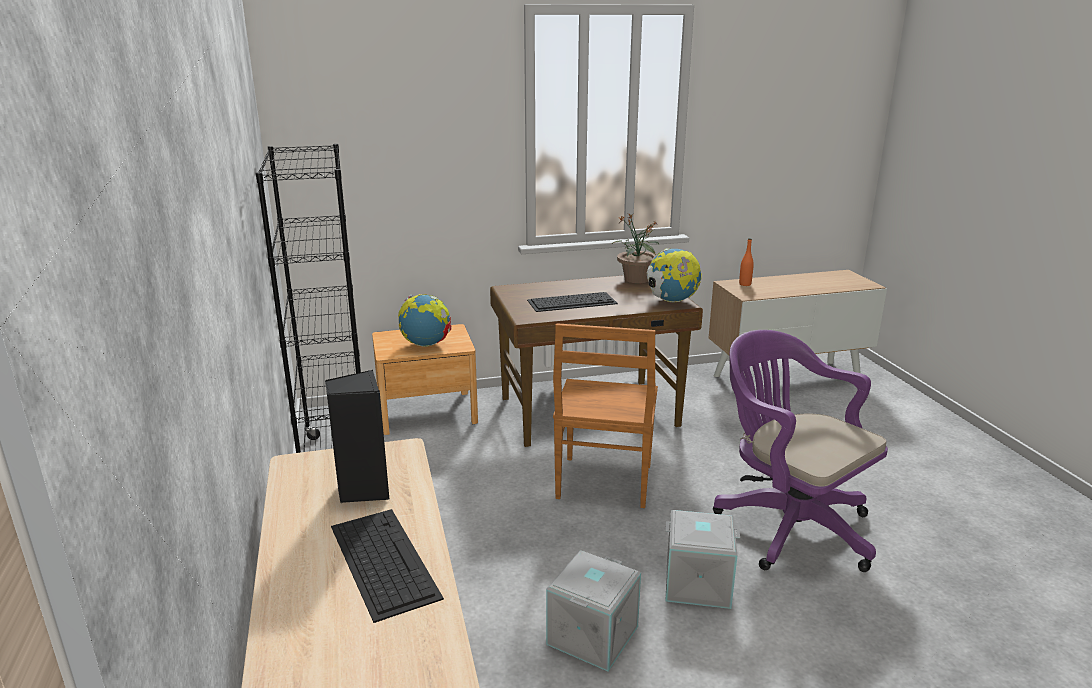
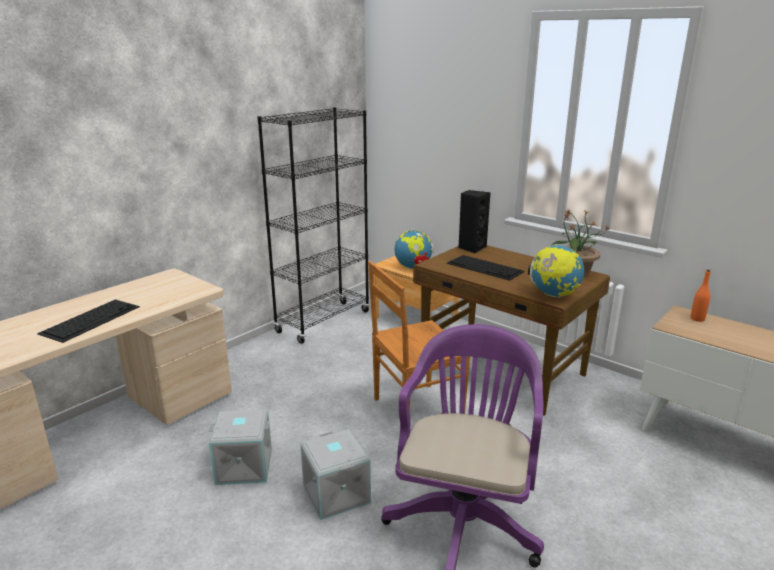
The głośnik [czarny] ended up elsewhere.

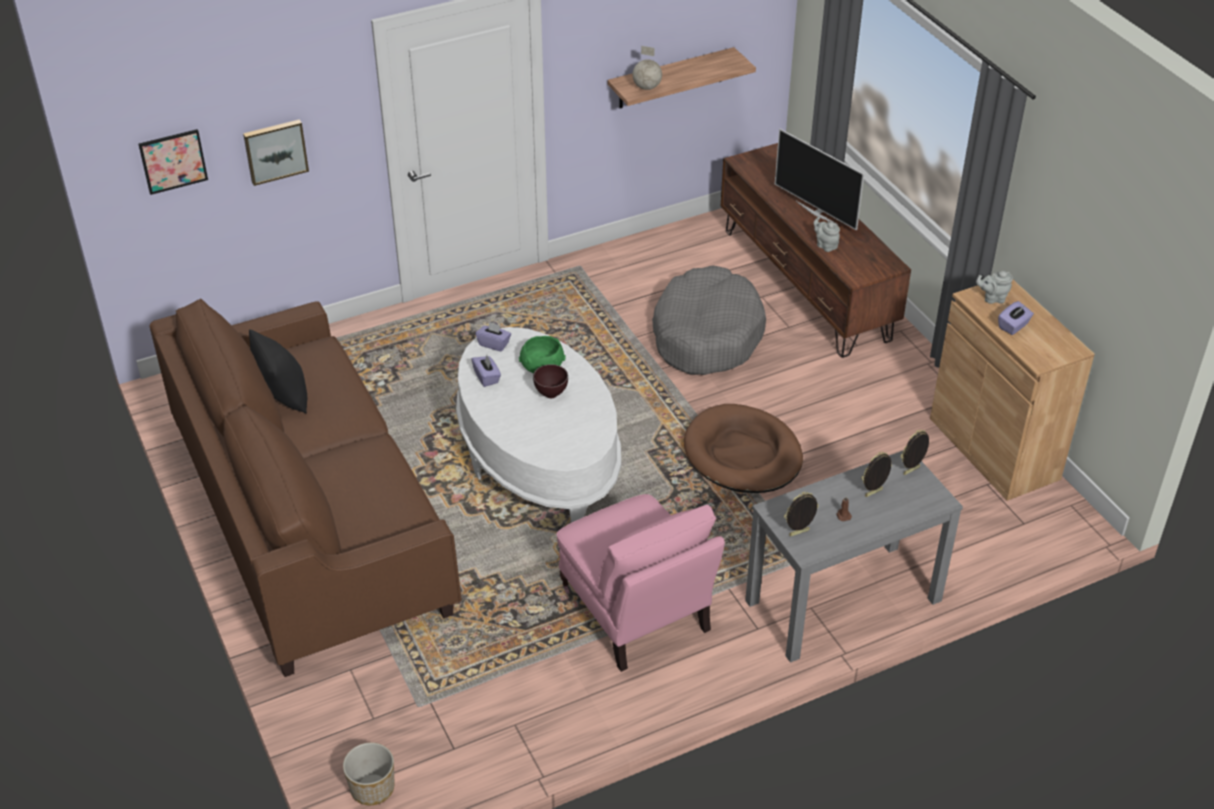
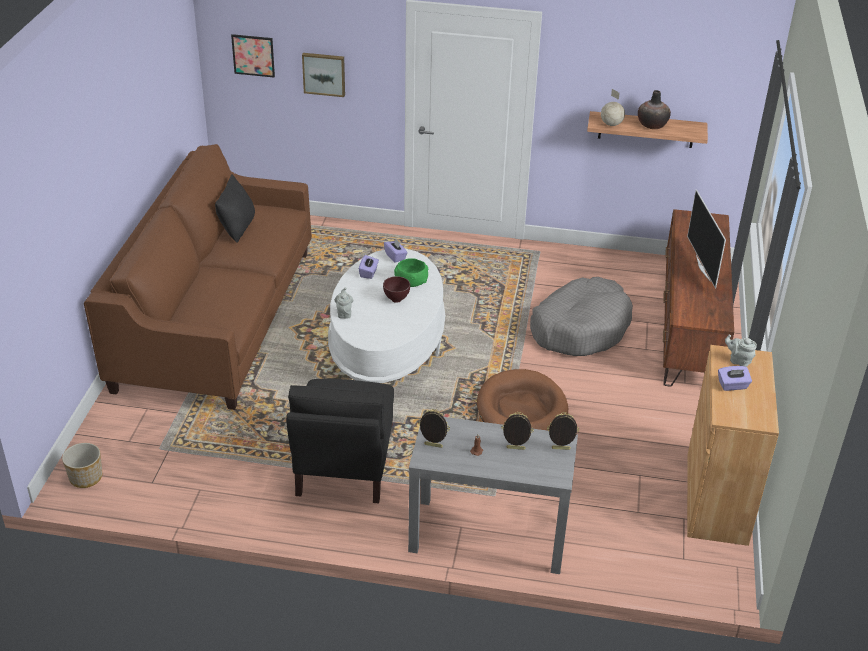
The imbryk [szary] (no. 1 from left) ended up elsewhere.
What was the fotel [różowy] turned into the fotel [czarny].
The second view gained the wazon.

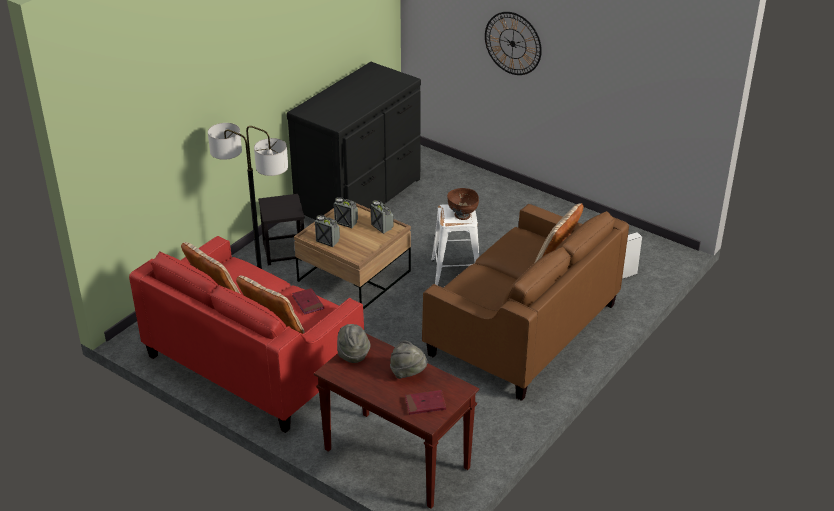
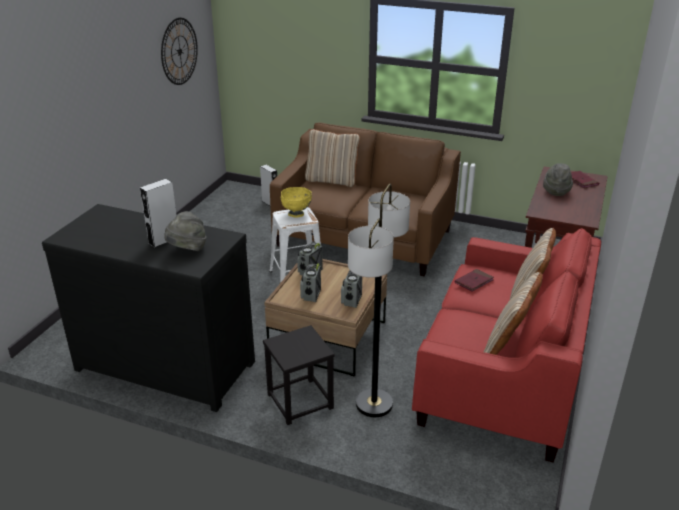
The zegar ścienny ended up elsewhere.
What was the miska [brązowy] turned into the miska [żółty].
The kapelusz [szary] (no. 1 from left) ended up elsewhere.
The second view gained the głośnik [szary] (no. 1 from left).

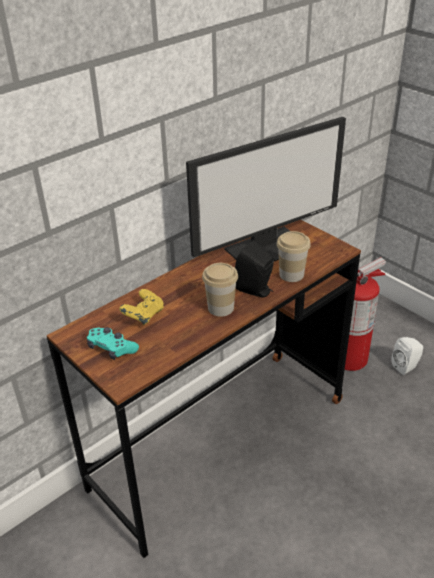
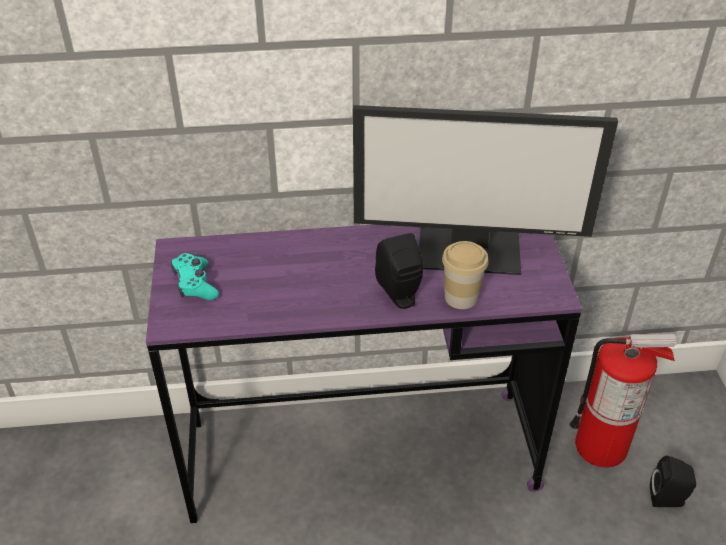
What was the biurko [brązowy] turned into the biurko [fioletowy].
The second view lost the filiżanka (no. 1 from left).
The second view lost the pad do gier [żółty].
What was the głośnik [biały] turned into the głośnik [czarny] (no. 2 from left).

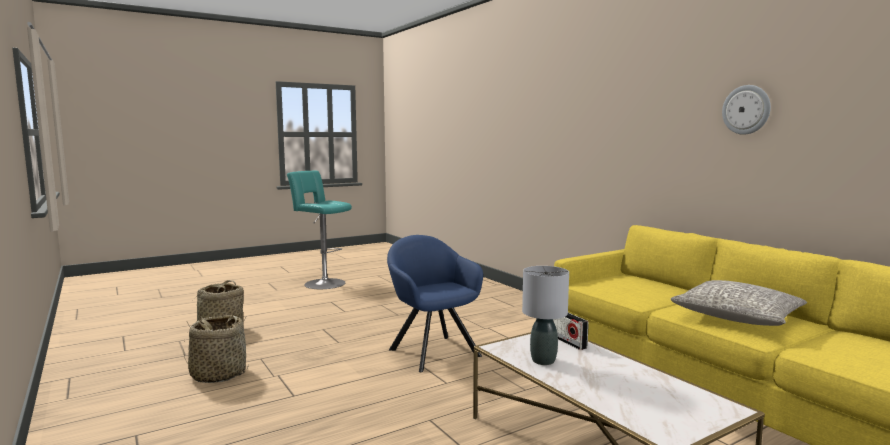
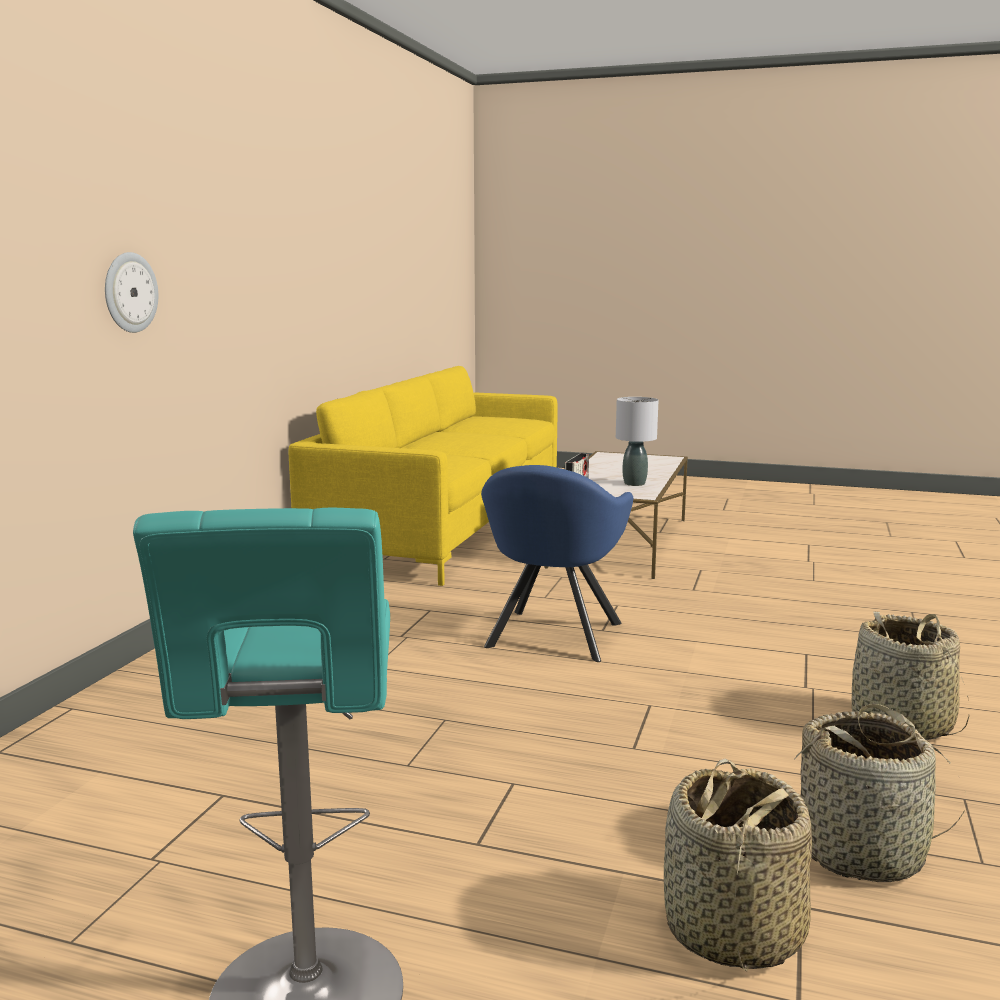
The zegar ścienny ended up elsewhere.
The second view lost the poduszka [szary].
The second view gained the koszyk (no. 1 from left).

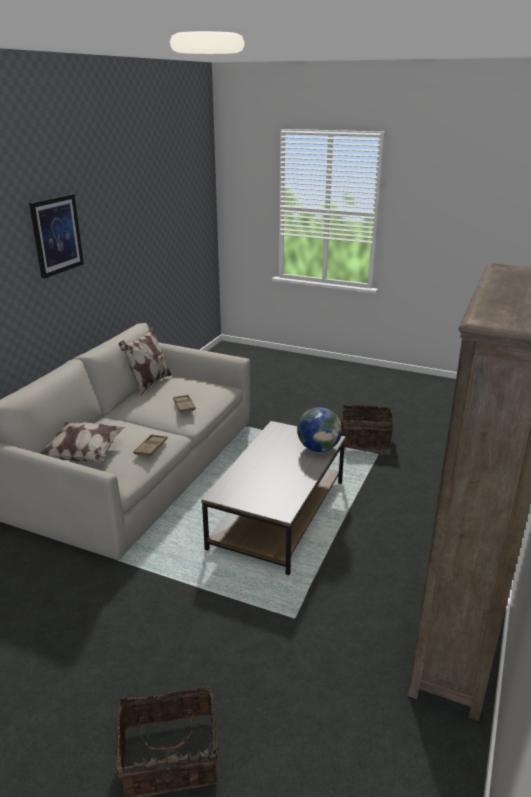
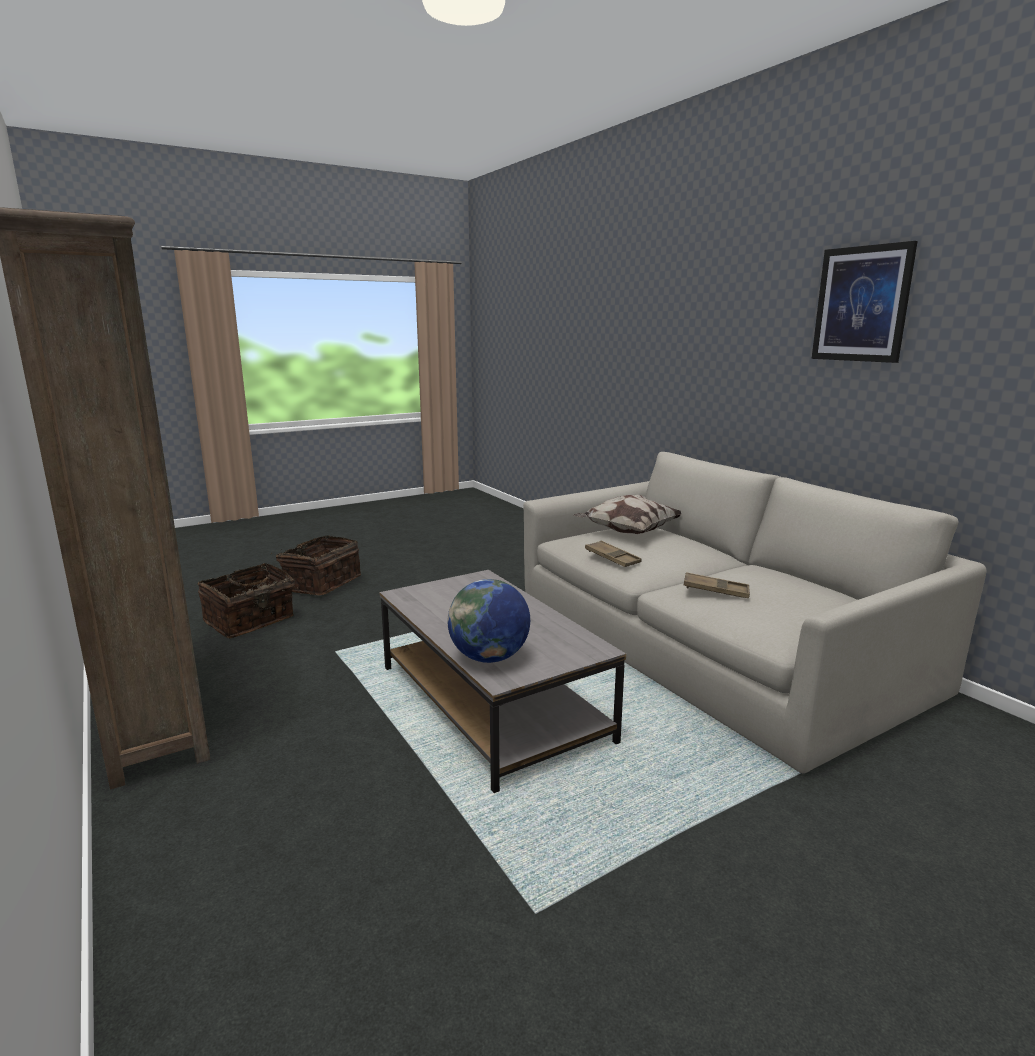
The second view lost the poduszka (no. 2 from left).
The koszyk (no. 2 from left in the first image) ended up elsewhere.

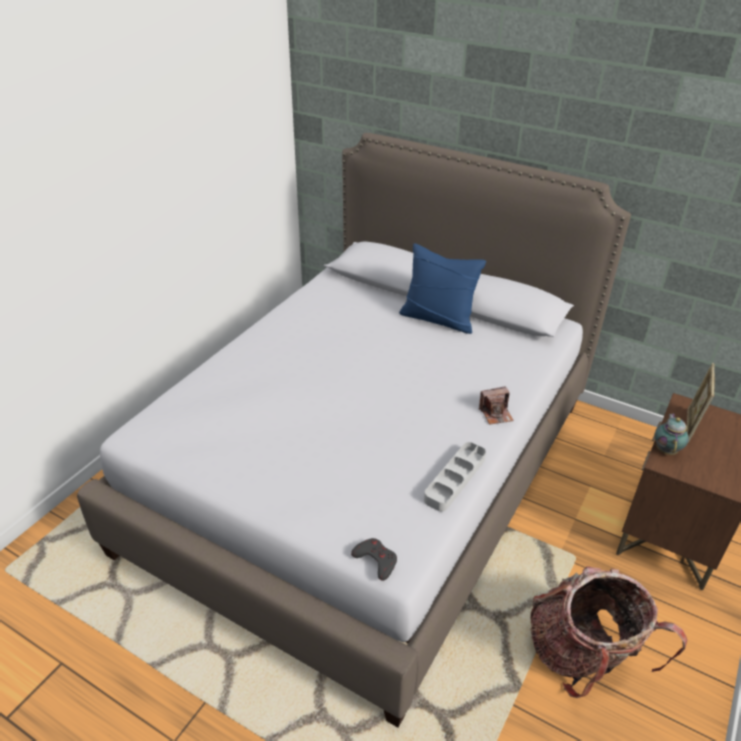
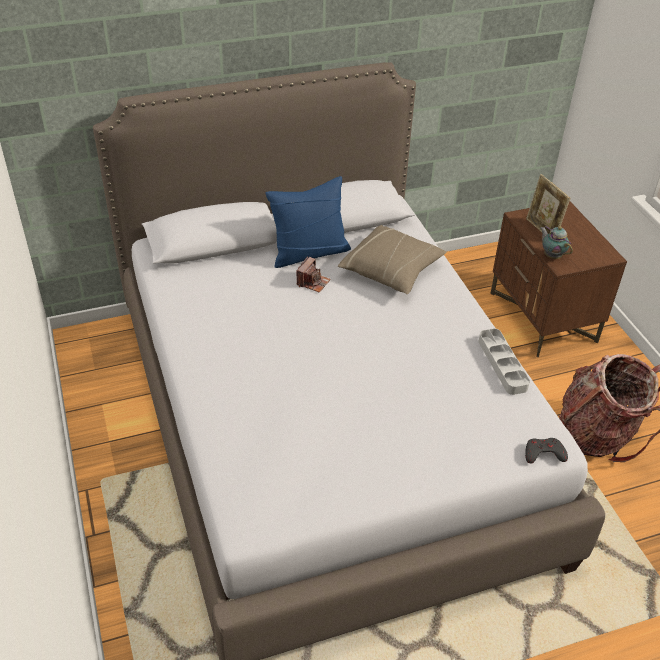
The aparat fotograficzny ended up elsewhere.
The second view gained the poduszka [beżowy].

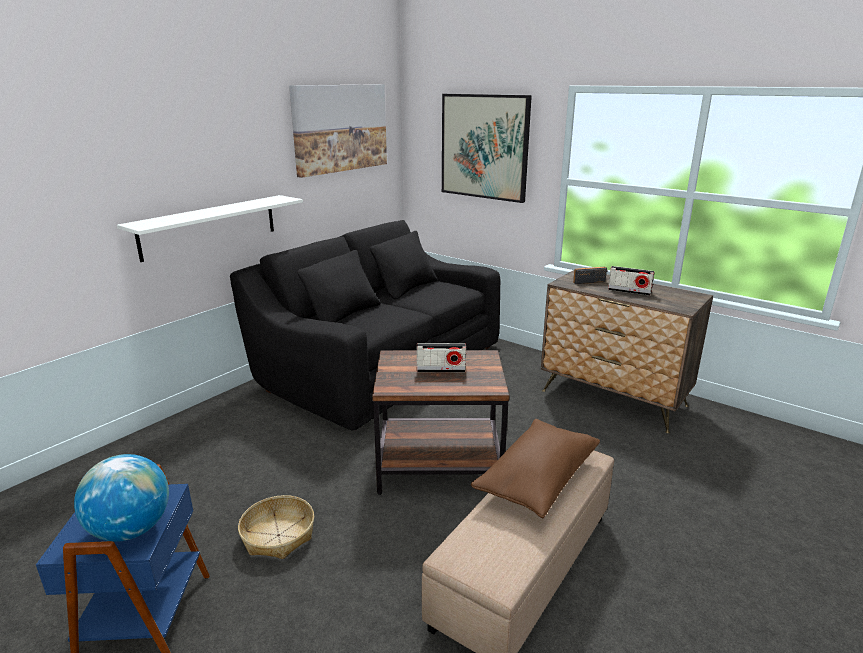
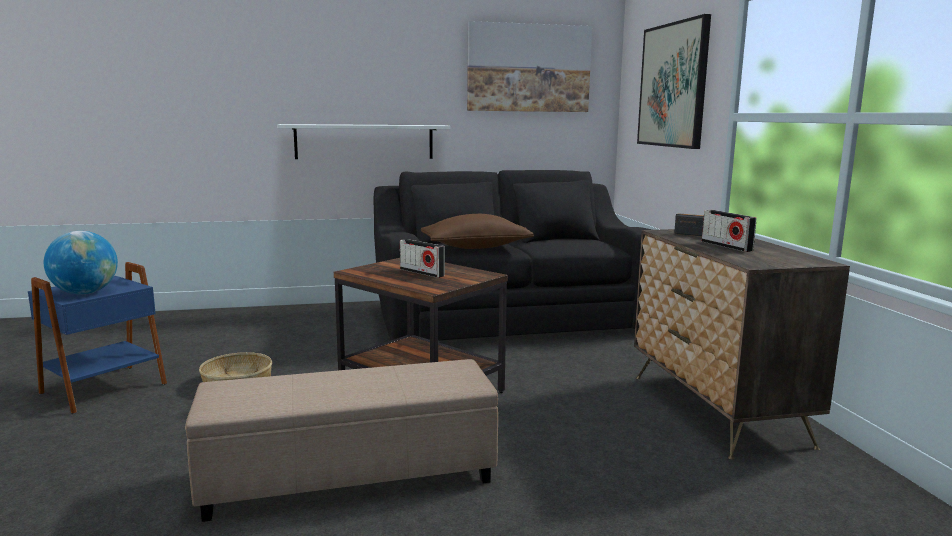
The poduszka [brązowy] ended up elsewhere.

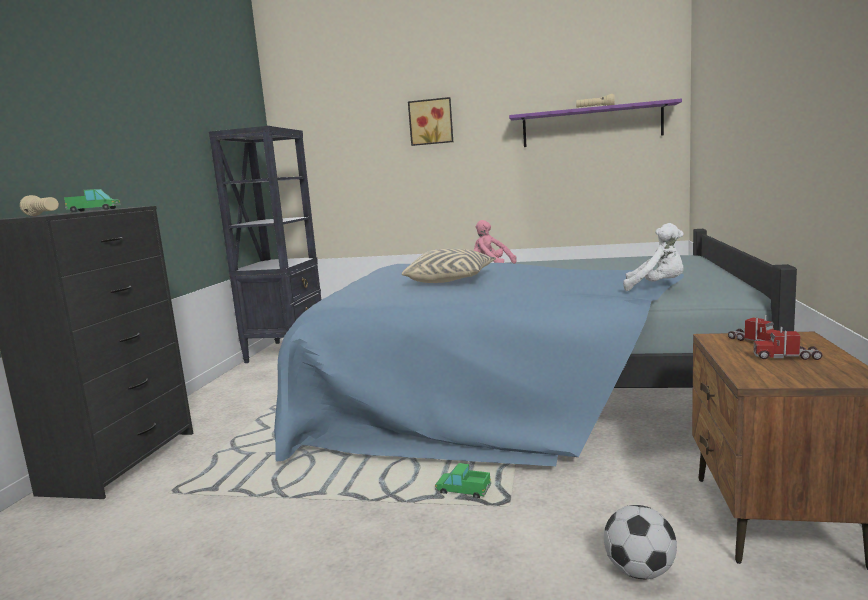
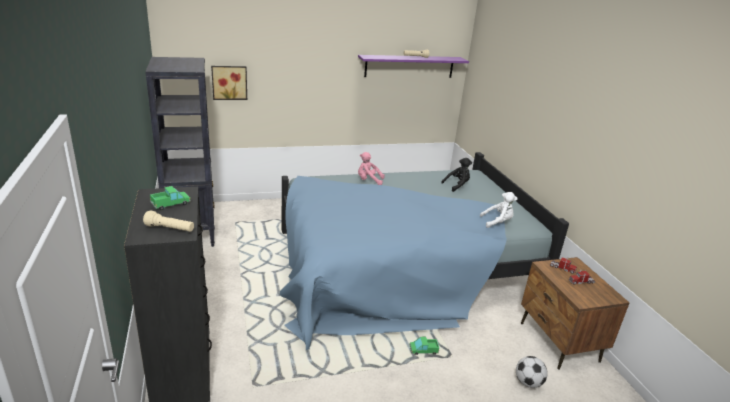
The obraz ended up elsewhere.
The second view lost the poduszka [beżowy].
The second view gained the pluszak [czarny].

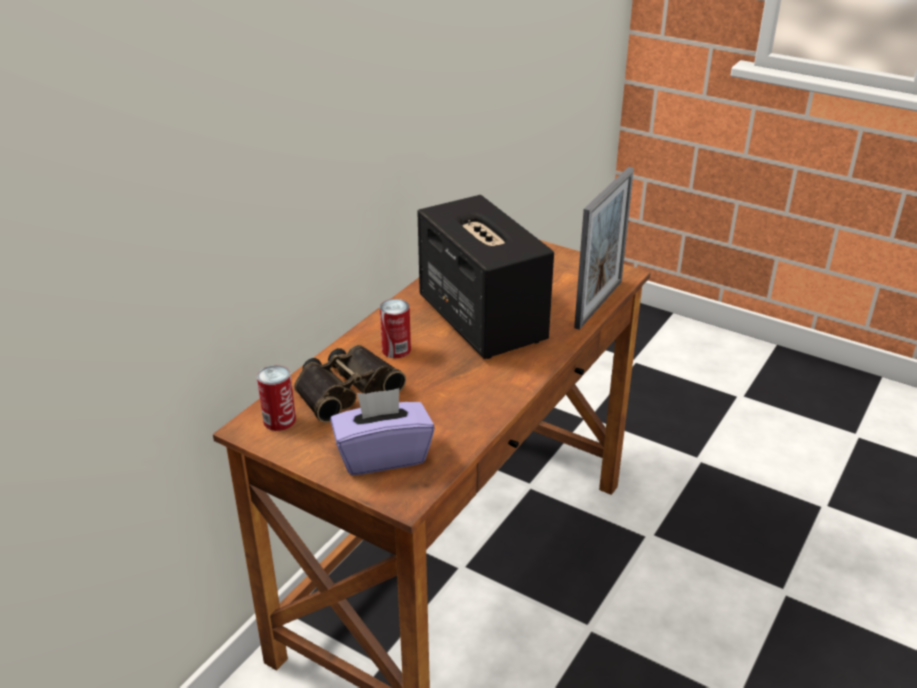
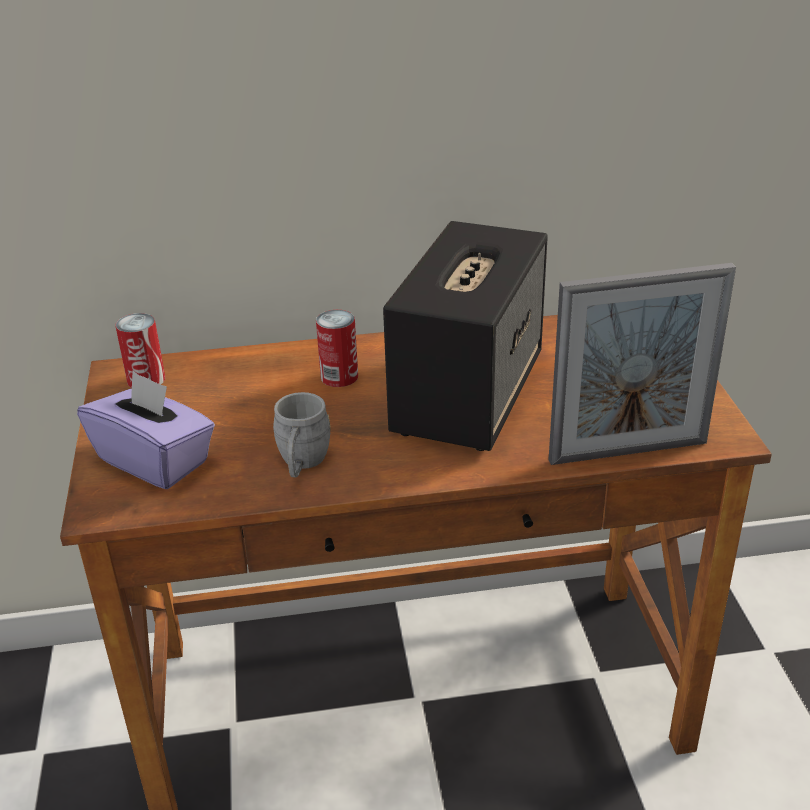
The second view lost the lornetka.
The second view gained the kubek [szary].

